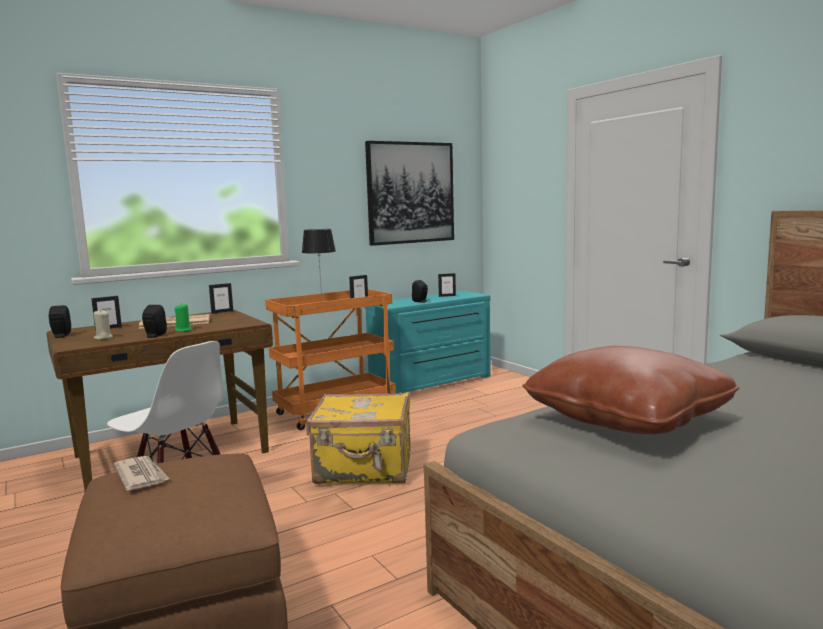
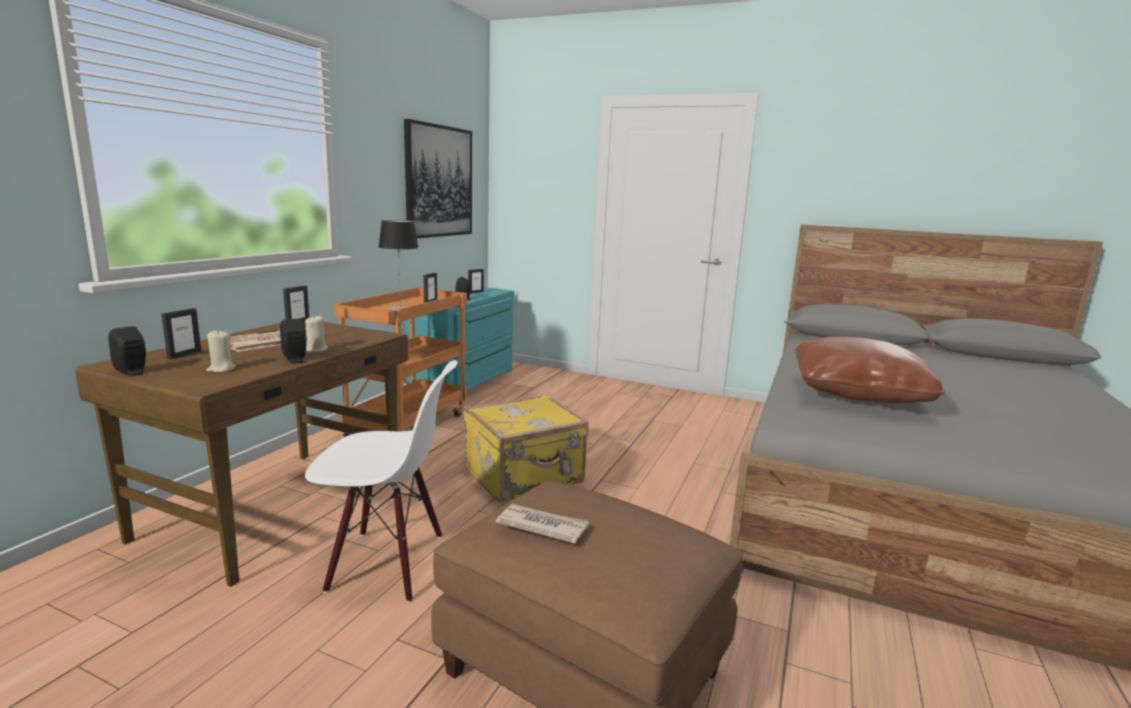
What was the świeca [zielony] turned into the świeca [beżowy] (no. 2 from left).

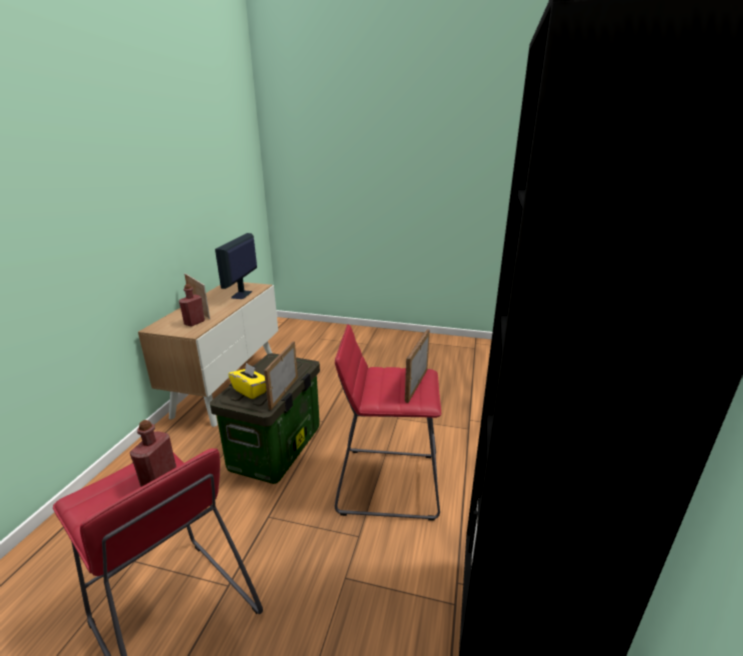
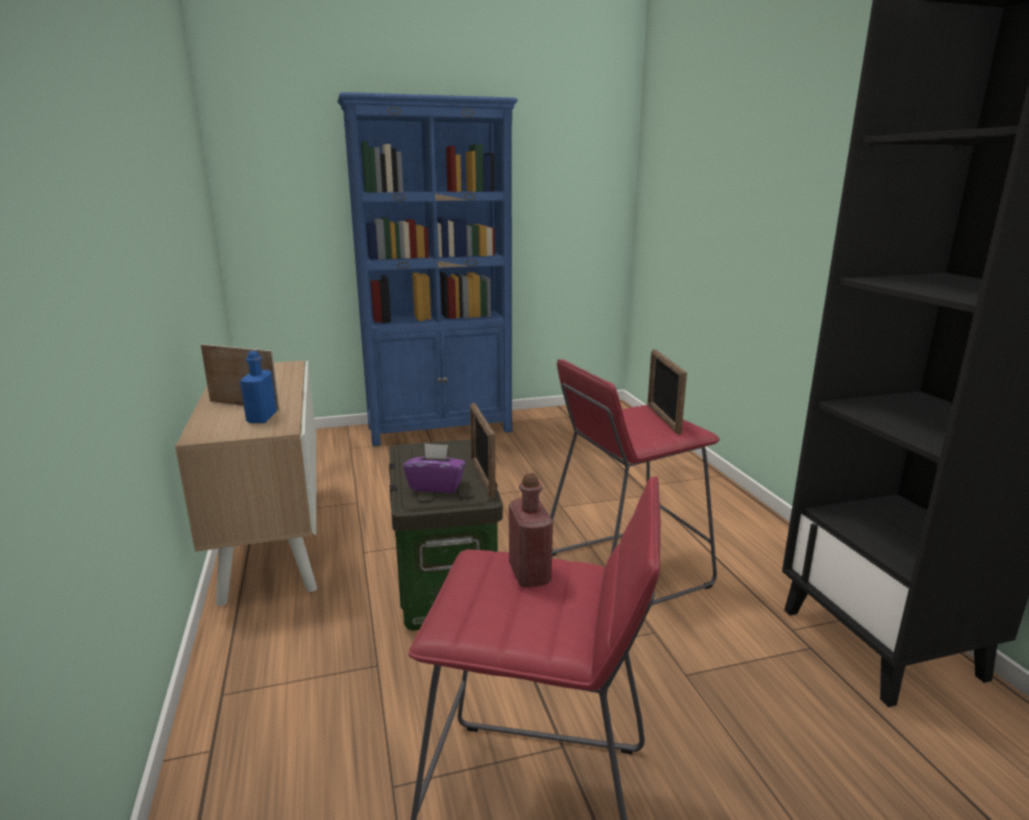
The second view lost the monitor.
What was the butelka [czerwony] (no. 2 from left) turned into the butelka [niebieski].
What was the pudełko chusteczek [żółty] turned into the pudełko chusteczek [fioletowy].
The second view gained the regał [niebieski].

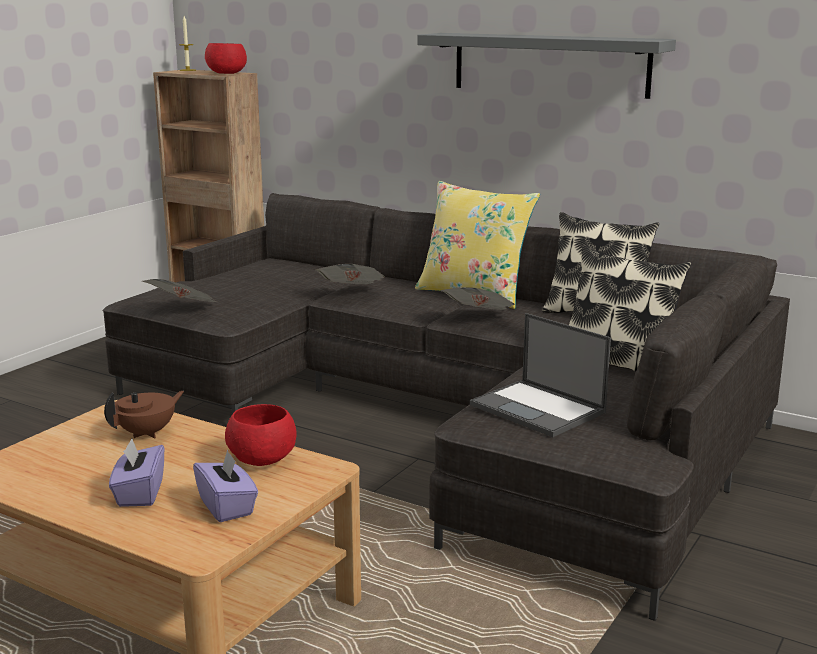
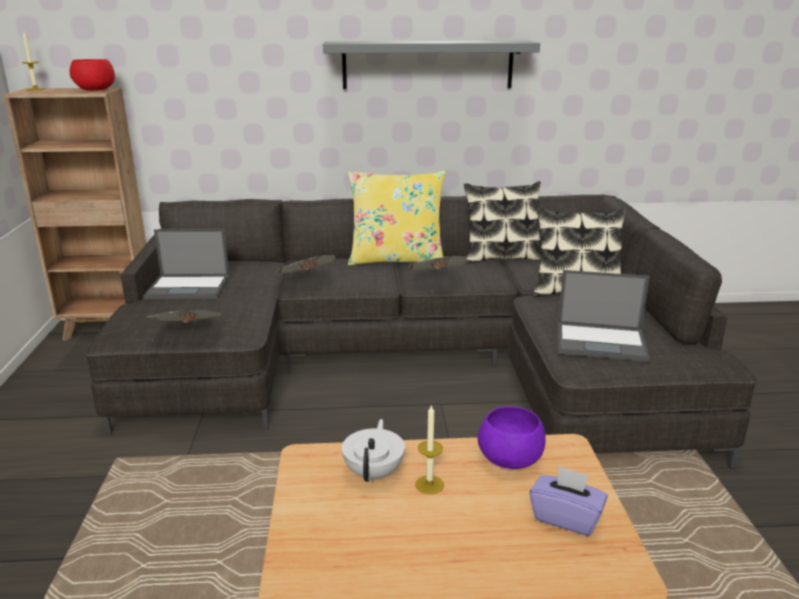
What was the imbryk [brązowy] turned into the imbryk [biały].
What was the miska [czerwony] (no. 2 from left) turned into the miska [fioletowy].
The second view lost the pudełko chusteczek [fioletowy] (no. 1 from left).
The second view gained the laptop (no. 1 from left).
The second view gained the świeca (no. 2 from left).

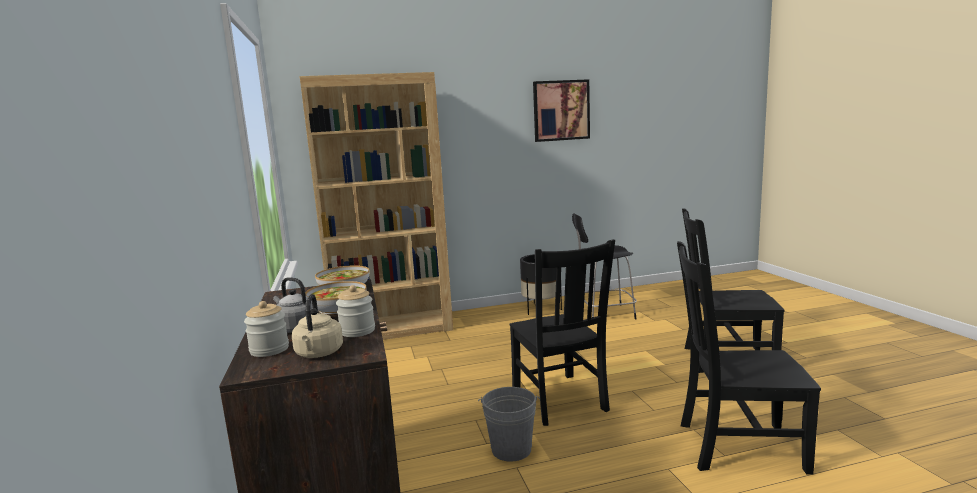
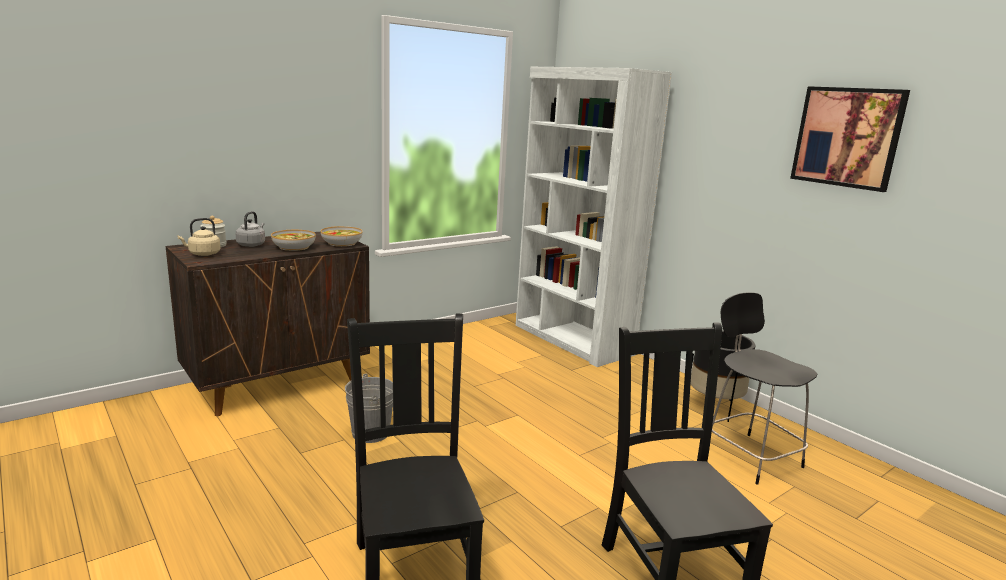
What was the regał [brązowy] turned into the regał [biały].
The second view lost the krzesło [czarny] (no. 1 from left).
The second view lost the słoik (no. 2 from left).

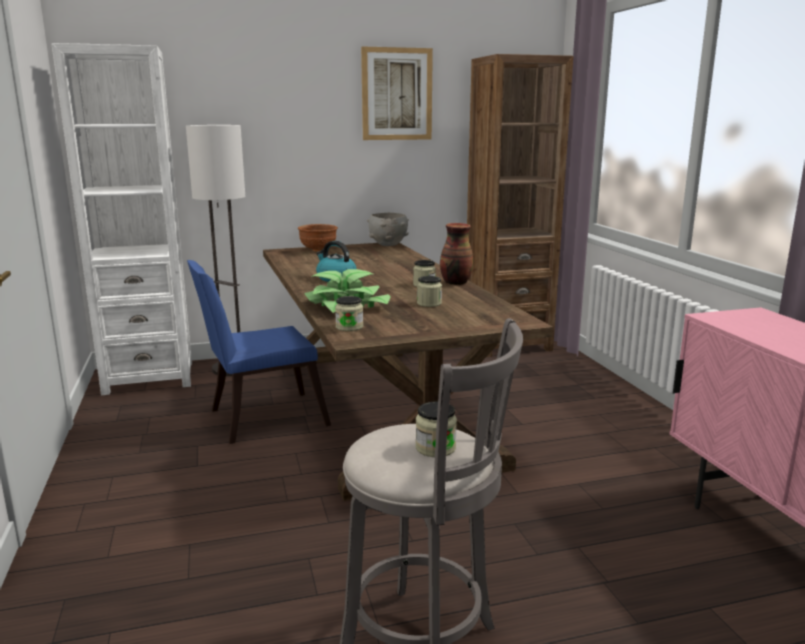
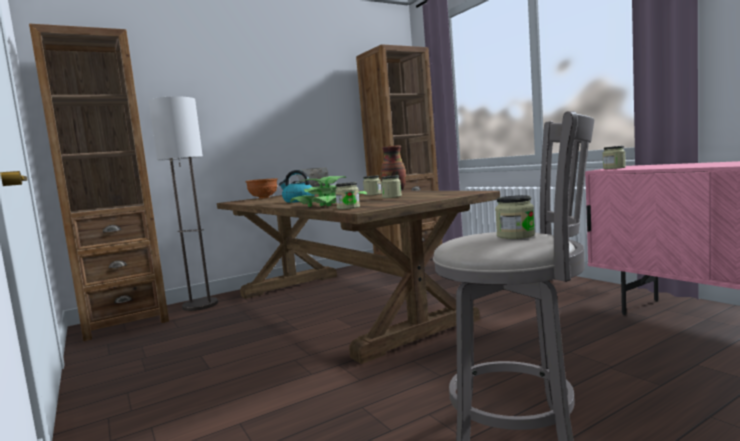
What was the regał [biały] turned into the regał [brązowy] (no. 1 from left).
The second view lost the obraz.
The second view lost the krzesło [niebieski].
The second view gained the słoik (no. 5 from left).

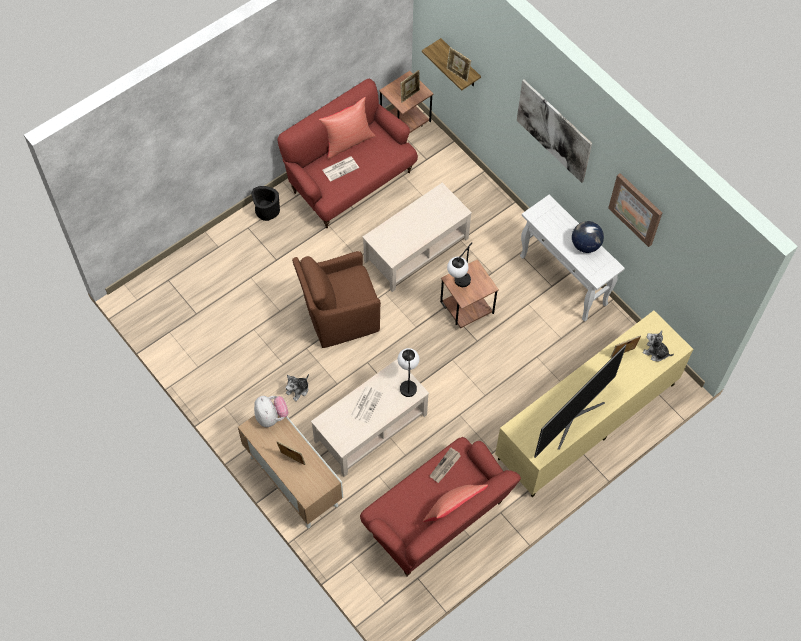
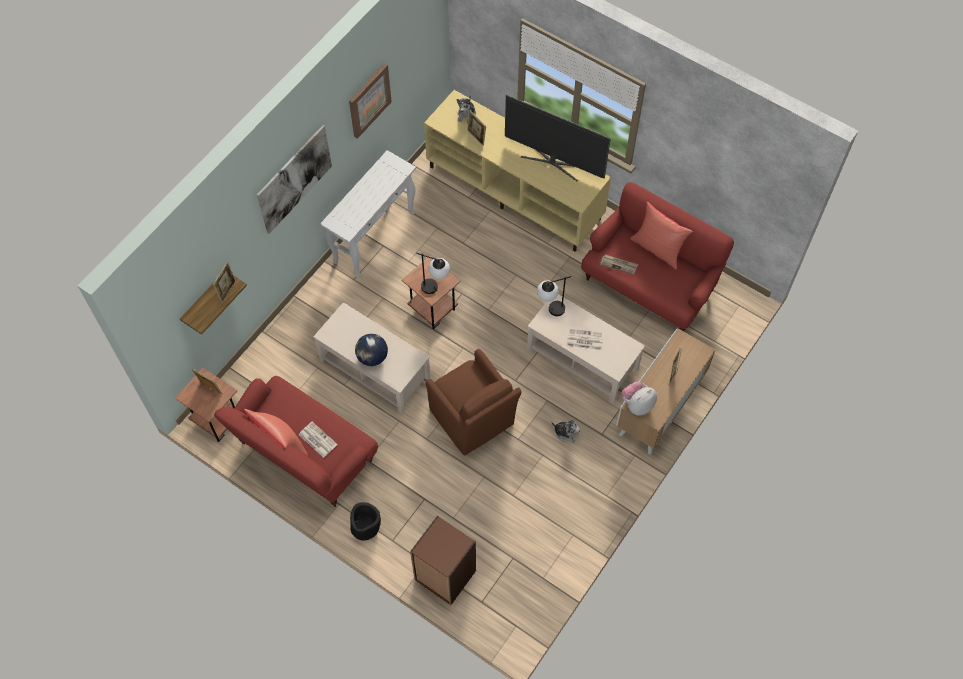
The globus ended up elsewhere.
The second view gained the regał [brązowy].

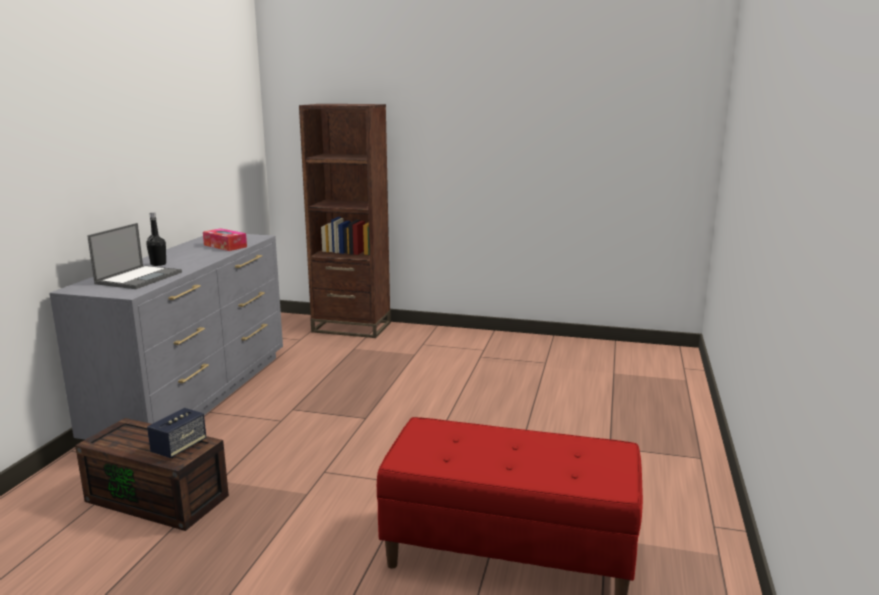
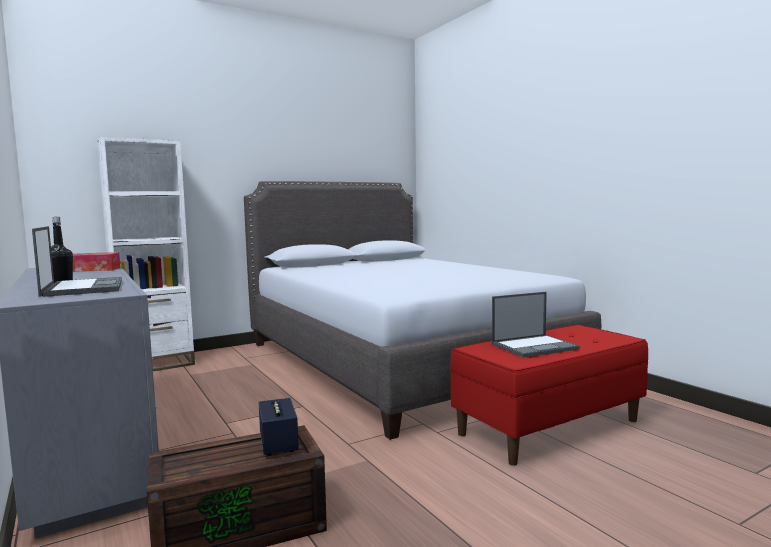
What was the regał [brązowy] turned into the regał [biały].
The second view gained the łóżko [szary].
The second view gained the laptop (no. 2 from left).

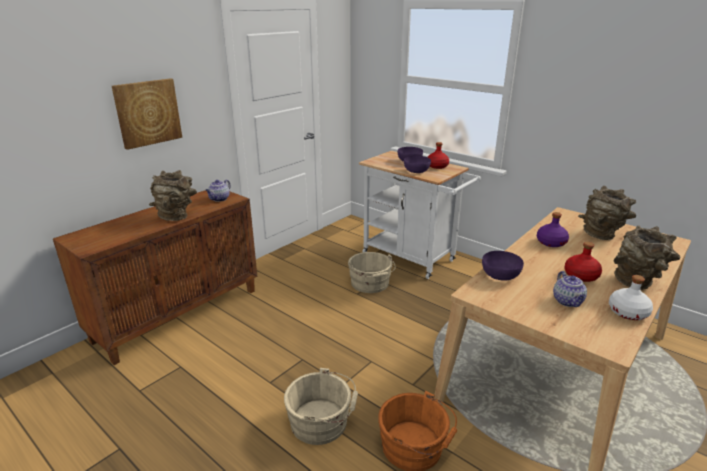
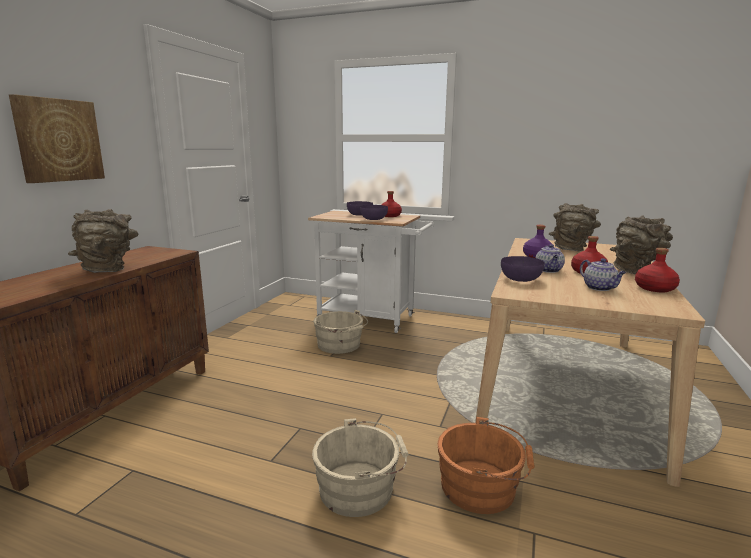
The imbryk (no. 1 from left) ended up elsewhere.
What was the butelka [biały] turned into the butelka [czerwony] (no. 3 from left).

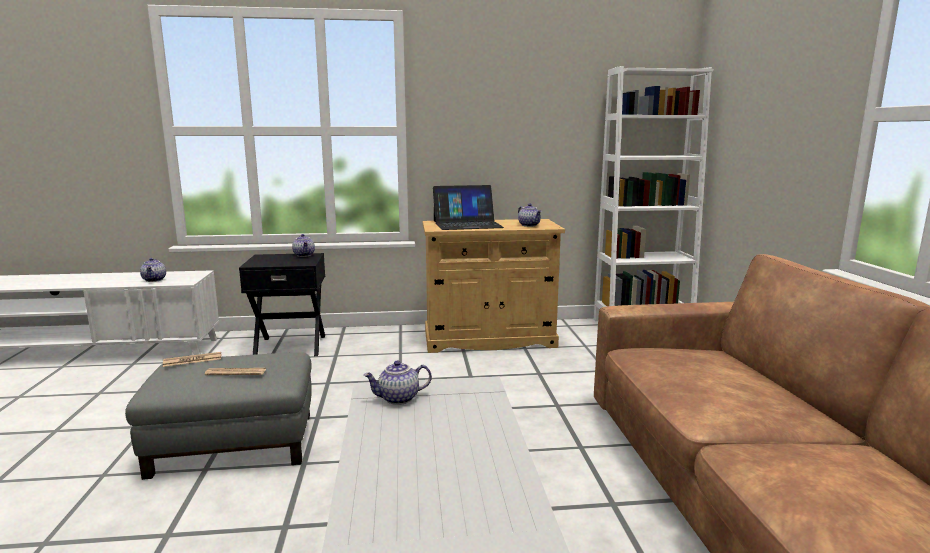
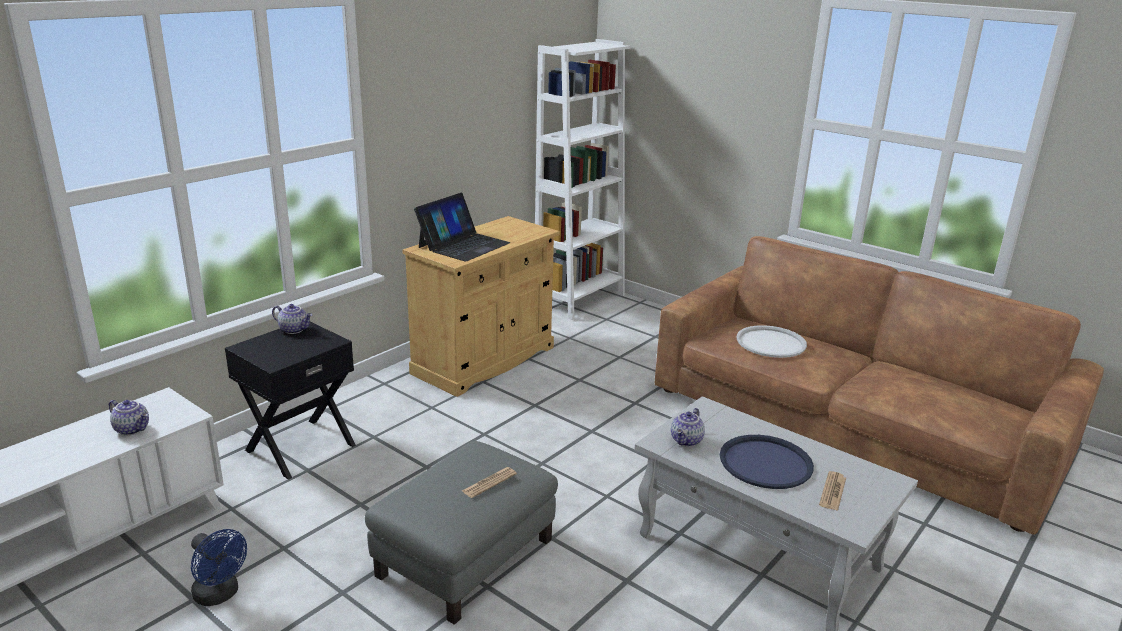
The second view lost the imbryk (no. 4 from left).
The gazeta (no. 1 from left in the first image) ended up elsewhere.
The second view gained the taca [biały].
The second view gained the taca [niebieski].
The second view gained the wentylator [niebieski].

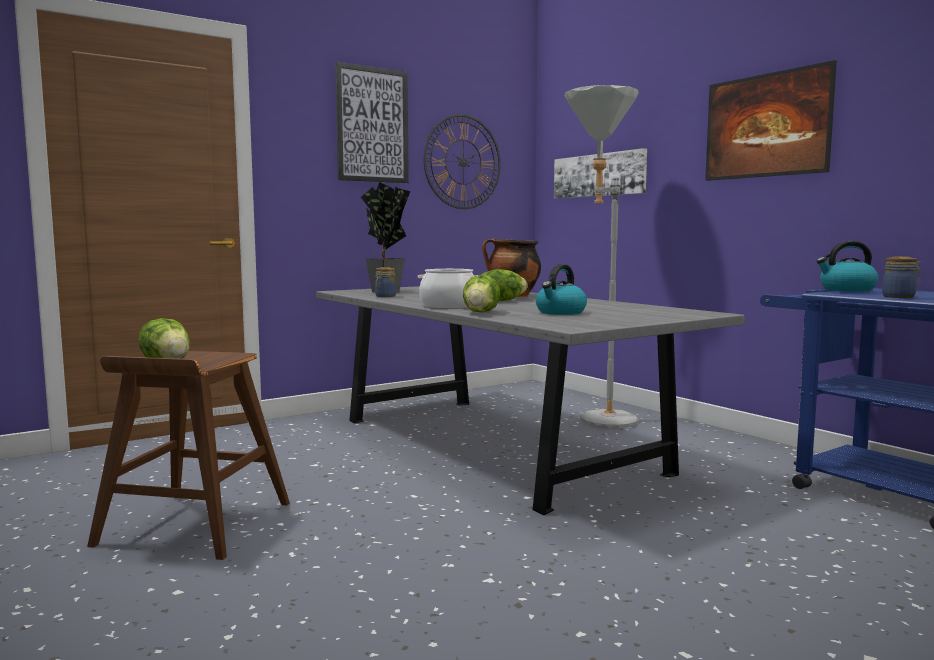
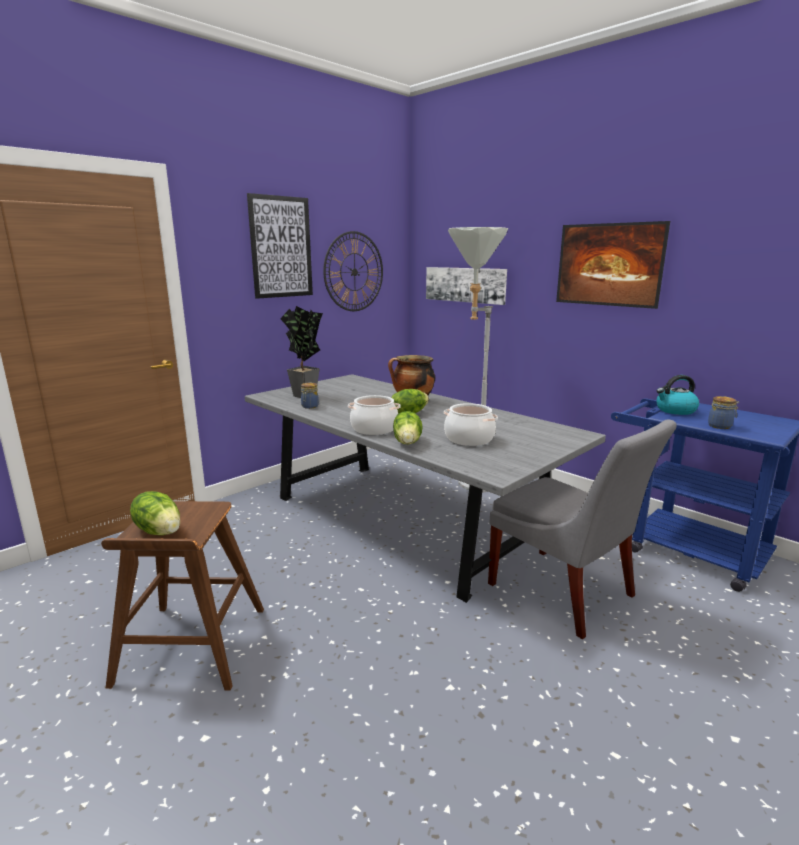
Where the czajnik (no. 1 from left) stood, the garnek (no. 3 from left) came to stand.
The second view gained the krzesło [szary].

